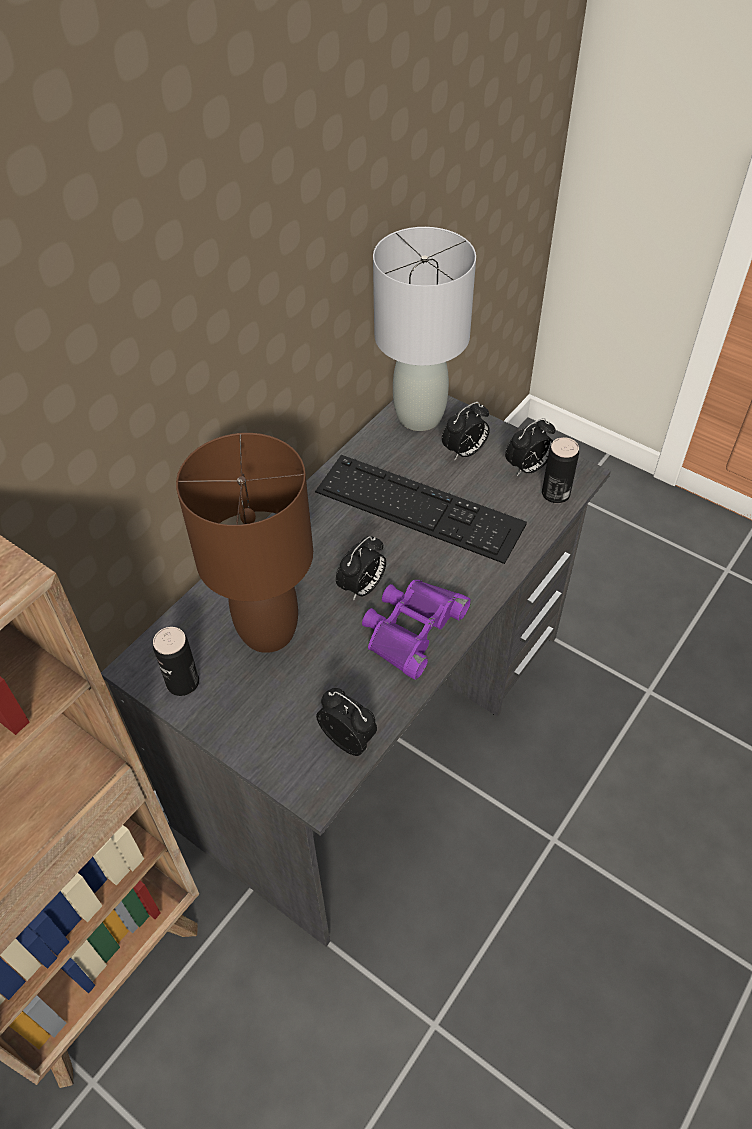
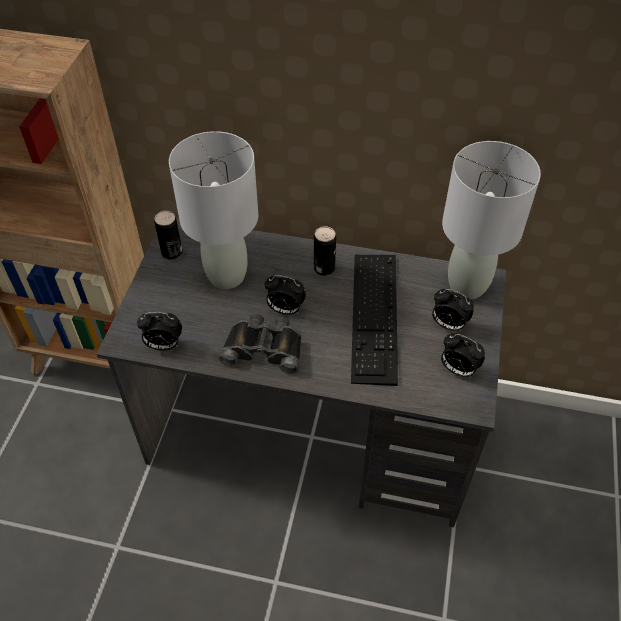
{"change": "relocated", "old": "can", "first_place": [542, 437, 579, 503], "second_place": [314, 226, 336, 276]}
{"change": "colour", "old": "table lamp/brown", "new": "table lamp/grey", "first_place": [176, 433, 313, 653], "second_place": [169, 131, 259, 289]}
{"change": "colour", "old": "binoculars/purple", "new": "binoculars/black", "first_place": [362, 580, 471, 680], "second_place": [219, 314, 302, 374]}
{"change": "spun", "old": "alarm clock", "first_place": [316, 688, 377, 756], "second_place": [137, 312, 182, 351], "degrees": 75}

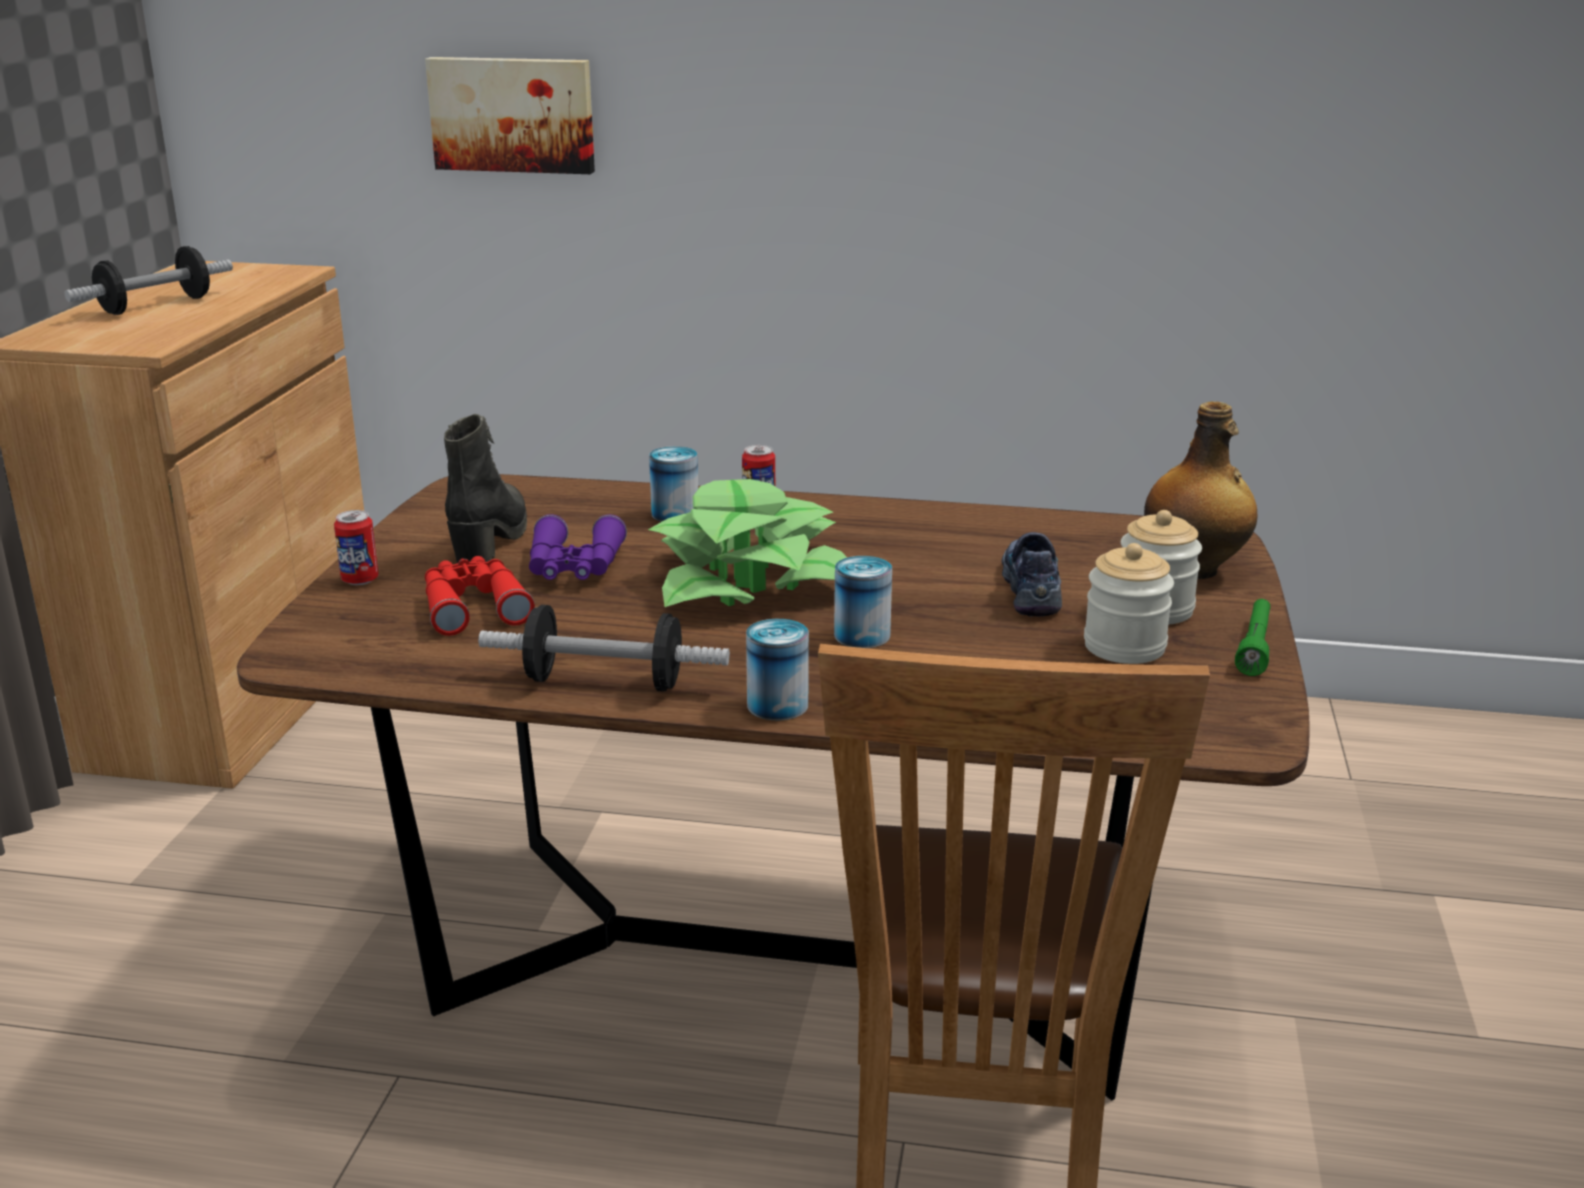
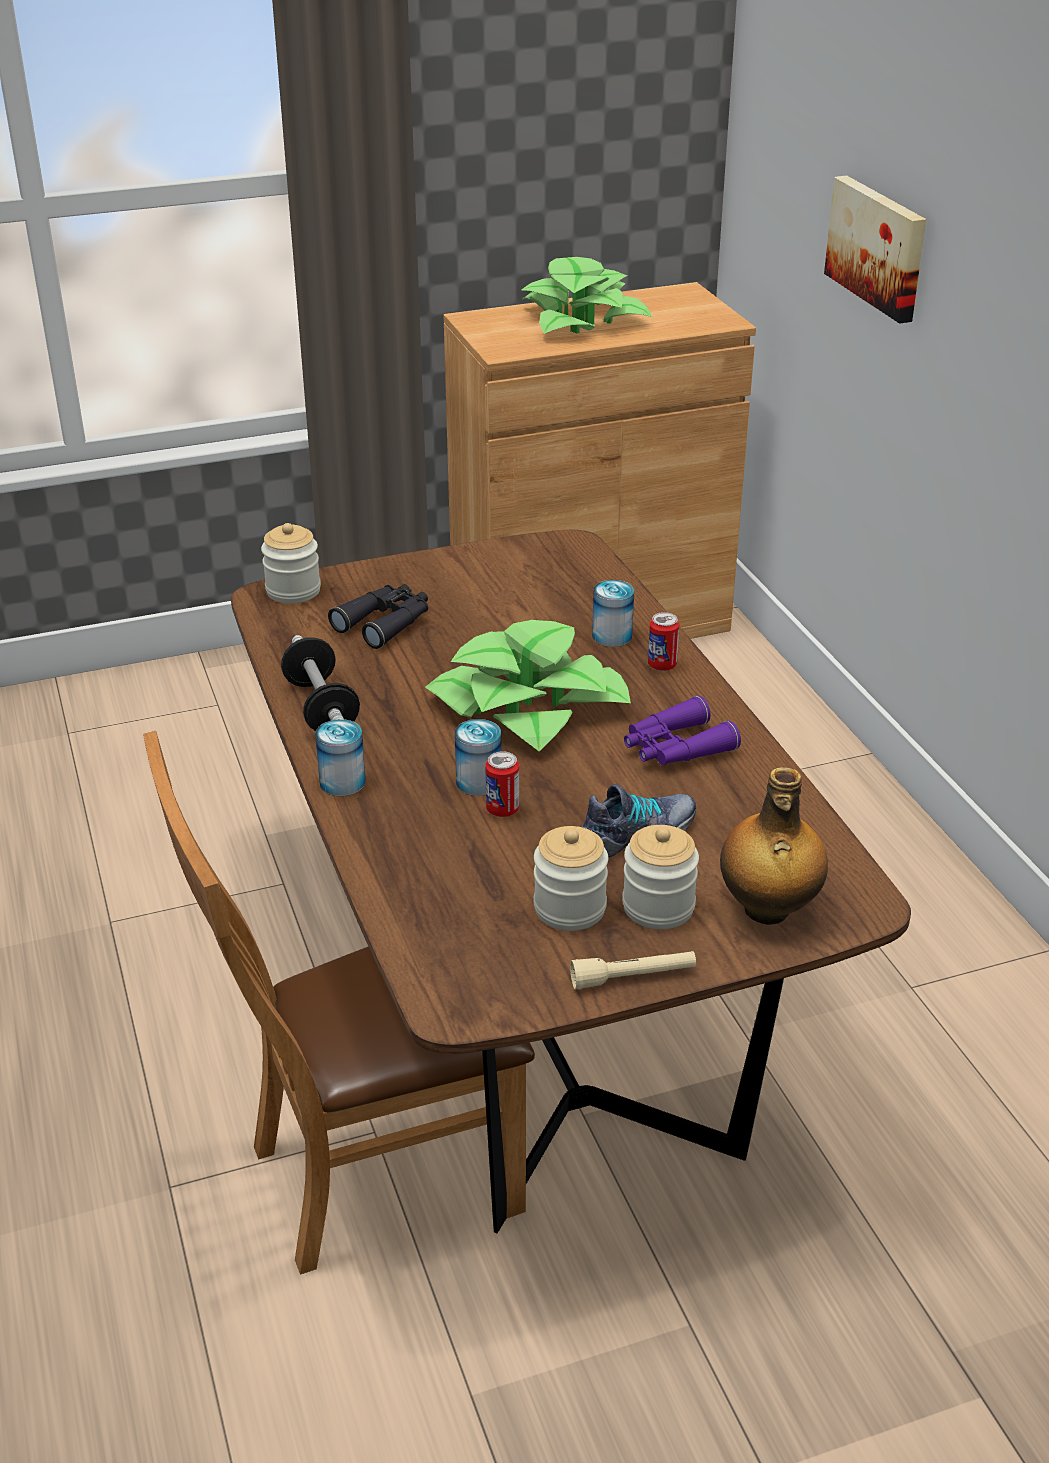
{"change": "missing", "old": "boot/black", "first_place": [444, 414, 527, 563]}
{"change": "appeared", "new": "jar", "second_place": [261, 523, 321, 603]}
{"change": "relocated", "old": "can", "first_place": [334, 510, 379, 585], "second_place": [485, 751, 519, 817]}
{"change": "relocated", "old": "binoculars/purple", "first_place": [529, 514, 627, 580], "second_place": [624, 696, 741, 765]}
{"change": "exchanged", "old": "dumbbell", "new": "potted plant", "first_place": [65, 246, 233, 315], "second_place": [521, 257, 652, 334]}
{"change": "colour", "old": "binoculars/red", "new": "binoculars/black", "first_place": [425, 556, 535, 636], "second_place": [328, 584, 428, 649]}
{"change": "colour", "old": "flashlight/green", "new": "flashlight/beige", "first_place": [1235, 599, 1270, 676], "second_place": [570, 951, 696, 990]}

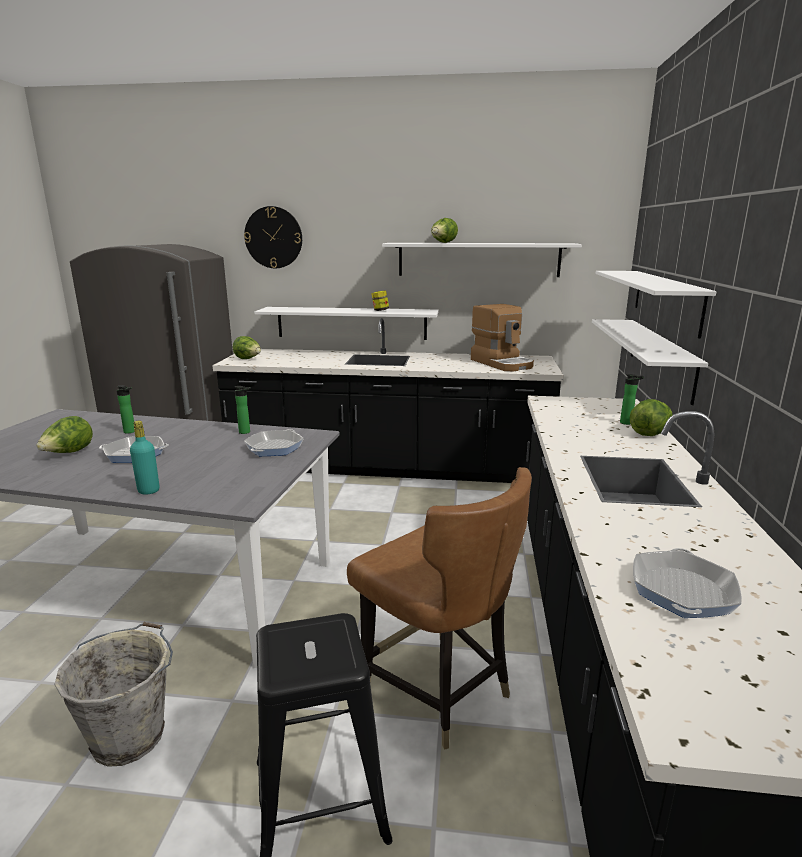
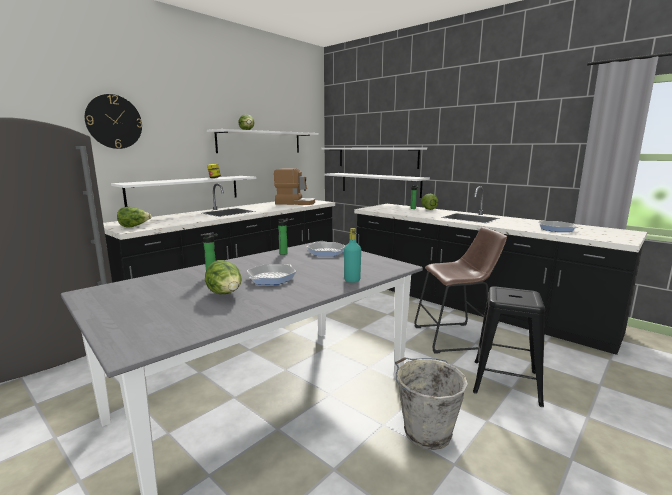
{"change": "exchanged", "old": "chair/brown", "new": "stool/brown", "first_place": [347, 467, 532, 750], "second_place": [414, 227, 507, 354]}

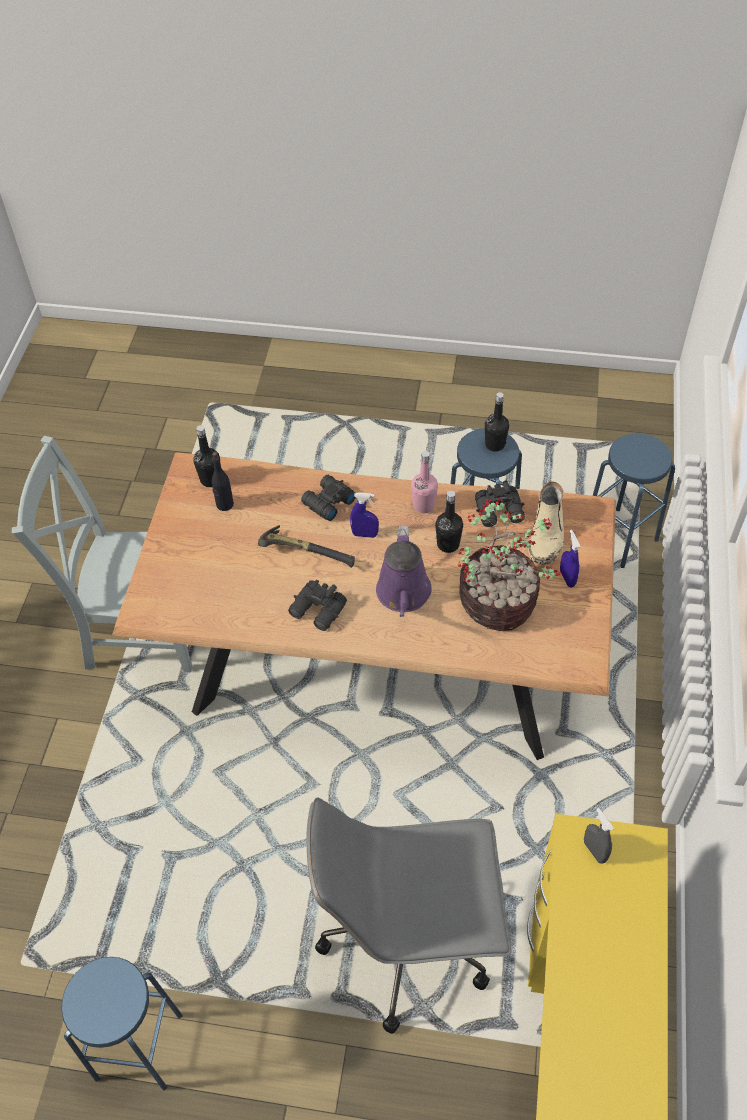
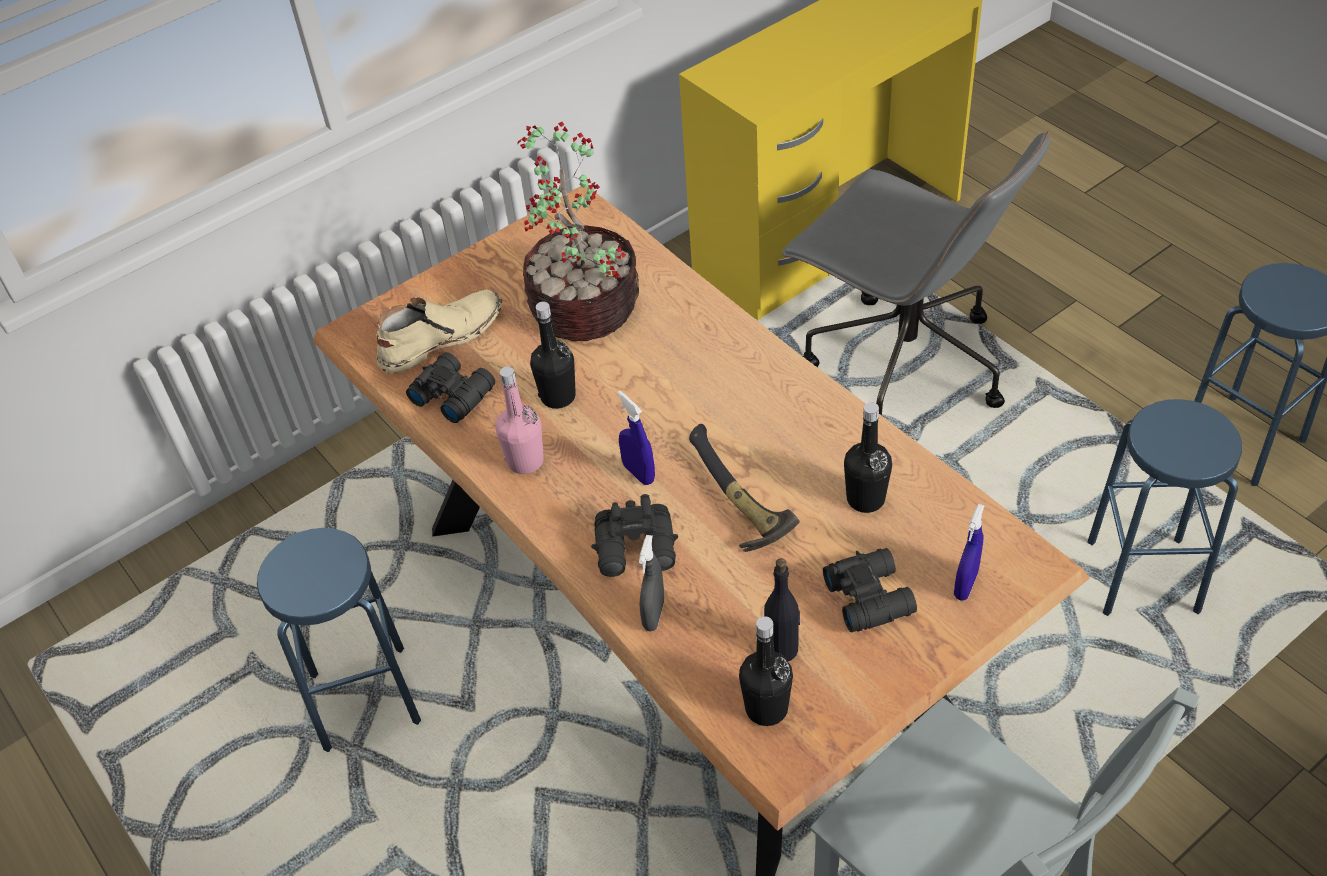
{"change": "missing", "old": "watering can/purple", "first_place": [376, 526, 432, 617]}
{"change": "relocated", "old": "binoculars/black", "first_place": [288, 580, 347, 631], "second_place": [823, 548, 917, 632]}
{"change": "relocated", "old": "bottle/black", "first_place": [485, 392, 509, 451], "second_place": [844, 402, 892, 513]}
{"change": "relocated", "old": "spray bottle/blue", "first_place": [560, 530, 580, 587], "second_place": [954, 504, 984, 600]}
{"change": "relocated", "old": "spray bottle/grey", "first_place": [584, 808, 614, 864], "second_place": [639, 535, 664, 631]}
{"change": "relocated", "old": "stool/blue", "first_place": [593, 433, 675, 568], "second_place": [1087, 399, 1242, 616]}

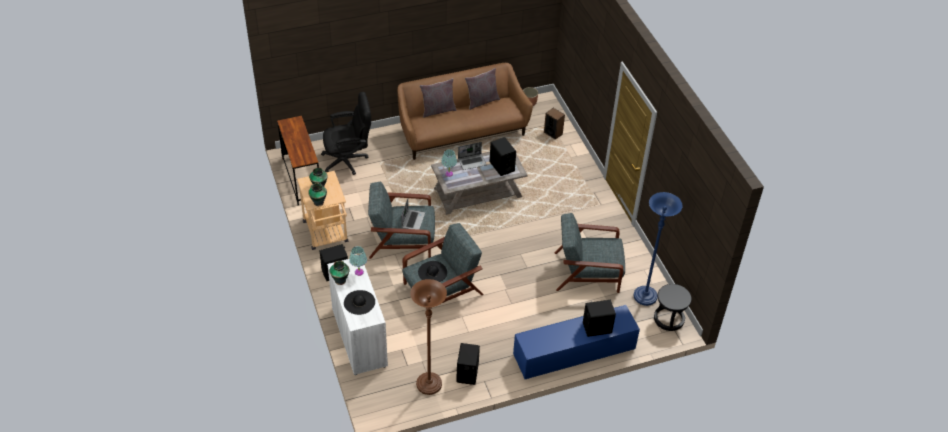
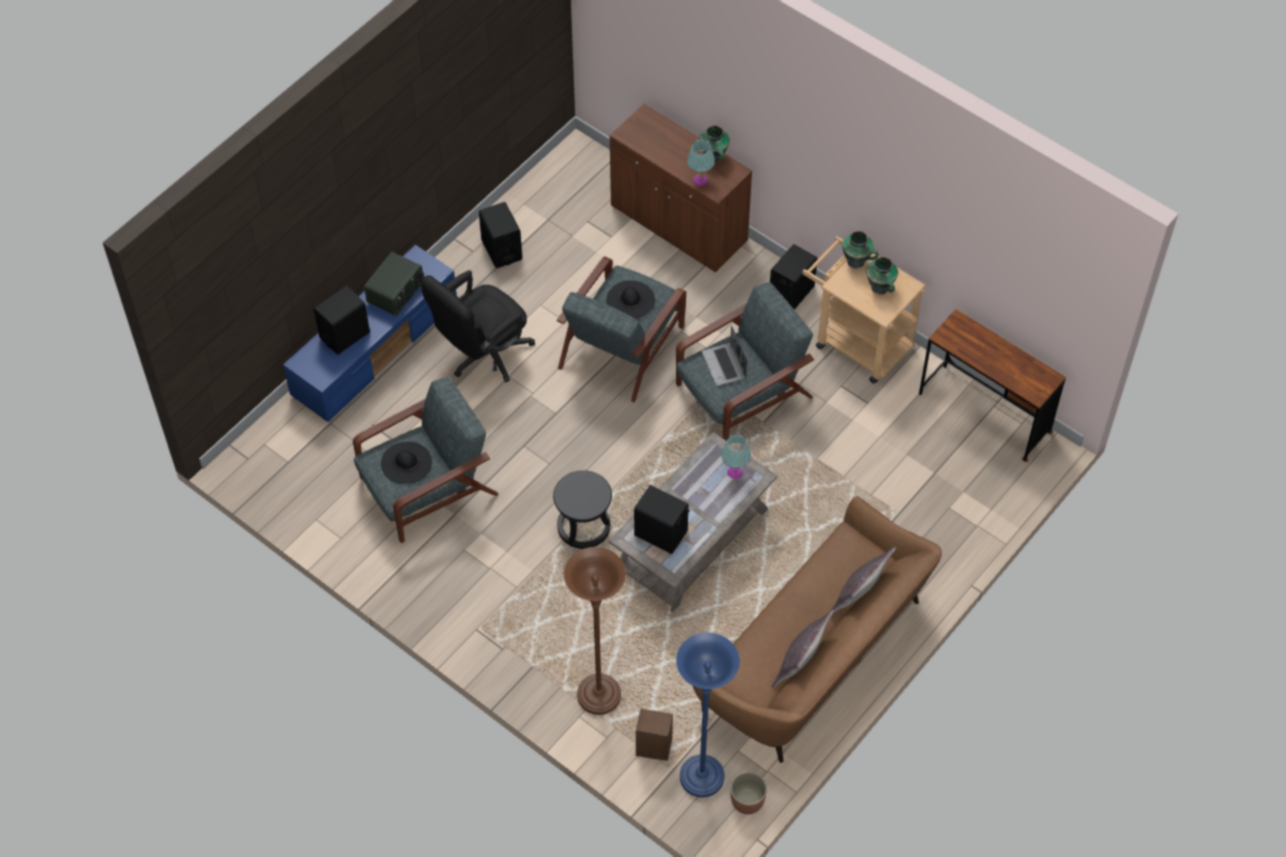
{"change": "missing", "old": "laptop", "first_place": [458, 142, 486, 170]}
{"change": "appeared", "new": "radio", "second_place": [364, 252, 424, 316]}
{"change": "relocated", "old": "office chair/black", "first_place": [321, 92, 371, 175], "second_place": [421, 270, 535, 383]}
{"change": "relocated", "old": "hat/black", "first_place": [344, 290, 375, 315], "second_place": [381, 442, 432, 484]}
{"change": "relocated", "old": "floor lamp/brown", "first_place": [410, 279, 447, 395], "second_place": [564, 547, 626, 715]}
{"change": "relocated", "old": "floor lamp/blue", "first_place": [634, 192, 683, 306], "second_place": [676, 633, 740, 797]}
{"change": "relocated", "old": "stool/black", "first_place": [654, 284, 692, 331], "second_place": [553, 470, 612, 549]}
{"change": "colour", "old": "cabinet/white", "new": "cabinet/brown", "first_place": [327, 259, 388, 375], "second_place": [610, 104, 752, 272]}

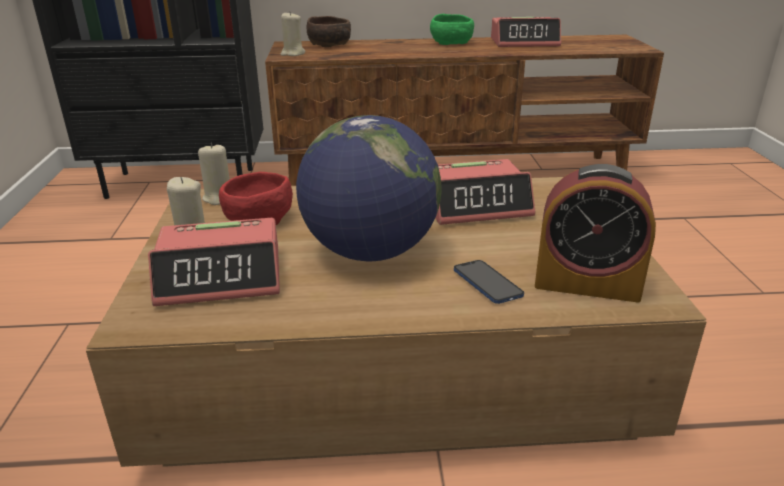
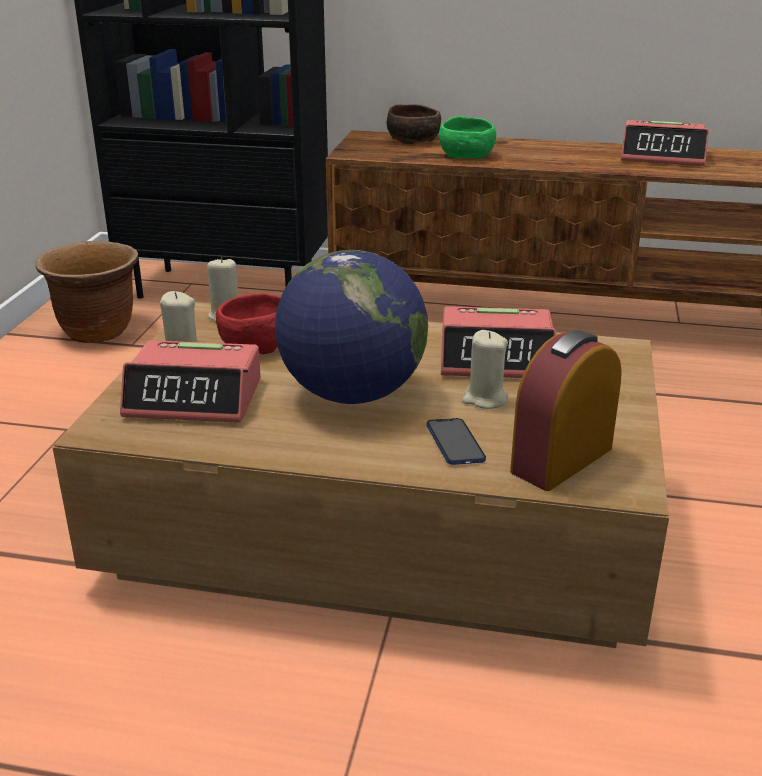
{"change": "appeared", "new": "planter/brown", "second_place": [35, 241, 138, 343]}
{"change": "relocated", "old": "candle/beige", "first_place": [280, 11, 305, 56], "second_place": [462, 330, 508, 409]}
{"change": "relocated", "old": "bowl/green", "first_place": [430, 14, 474, 45], "second_place": [439, 116, 496, 159]}
{"change": "spun", "old": "alarm clock", "first_place": [535, 164, 656, 302], "second_place": [510, 330, 622, 491], "degrees": 105}

